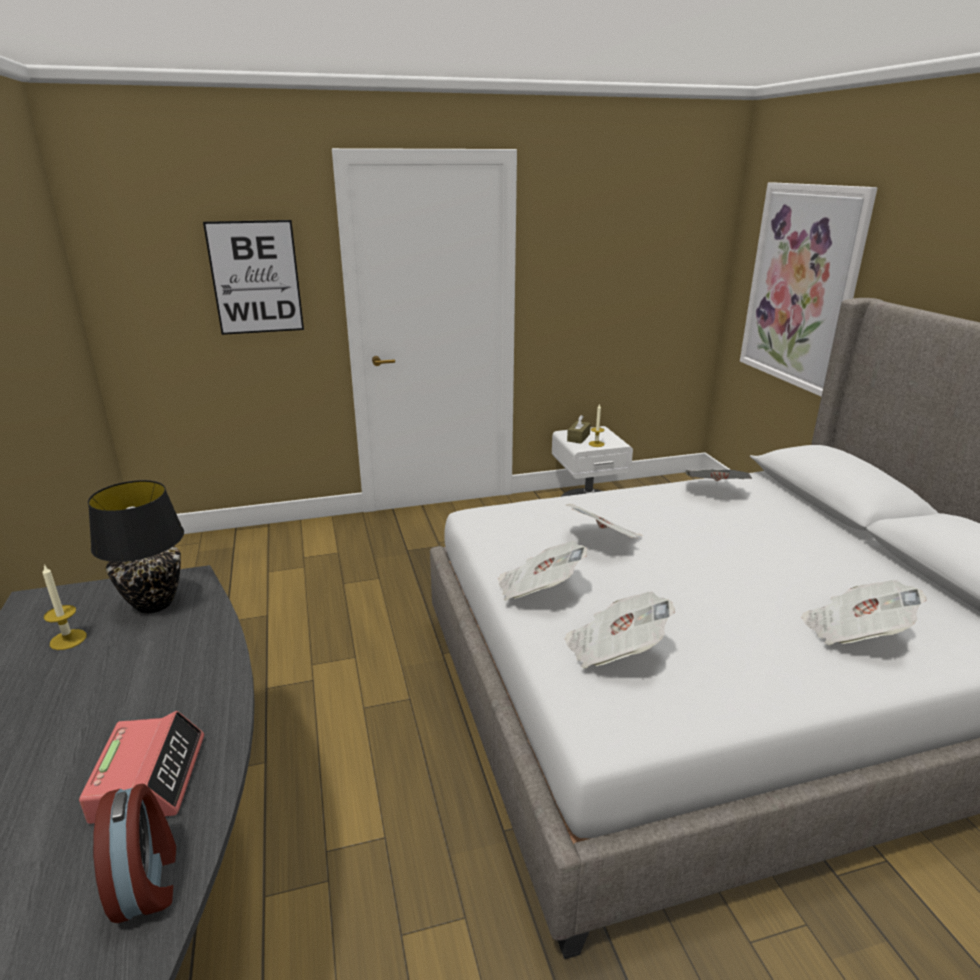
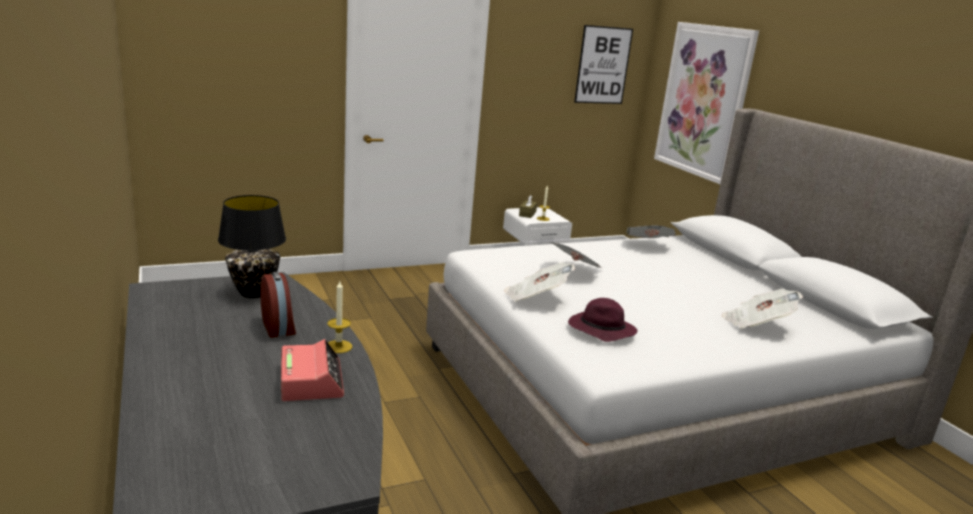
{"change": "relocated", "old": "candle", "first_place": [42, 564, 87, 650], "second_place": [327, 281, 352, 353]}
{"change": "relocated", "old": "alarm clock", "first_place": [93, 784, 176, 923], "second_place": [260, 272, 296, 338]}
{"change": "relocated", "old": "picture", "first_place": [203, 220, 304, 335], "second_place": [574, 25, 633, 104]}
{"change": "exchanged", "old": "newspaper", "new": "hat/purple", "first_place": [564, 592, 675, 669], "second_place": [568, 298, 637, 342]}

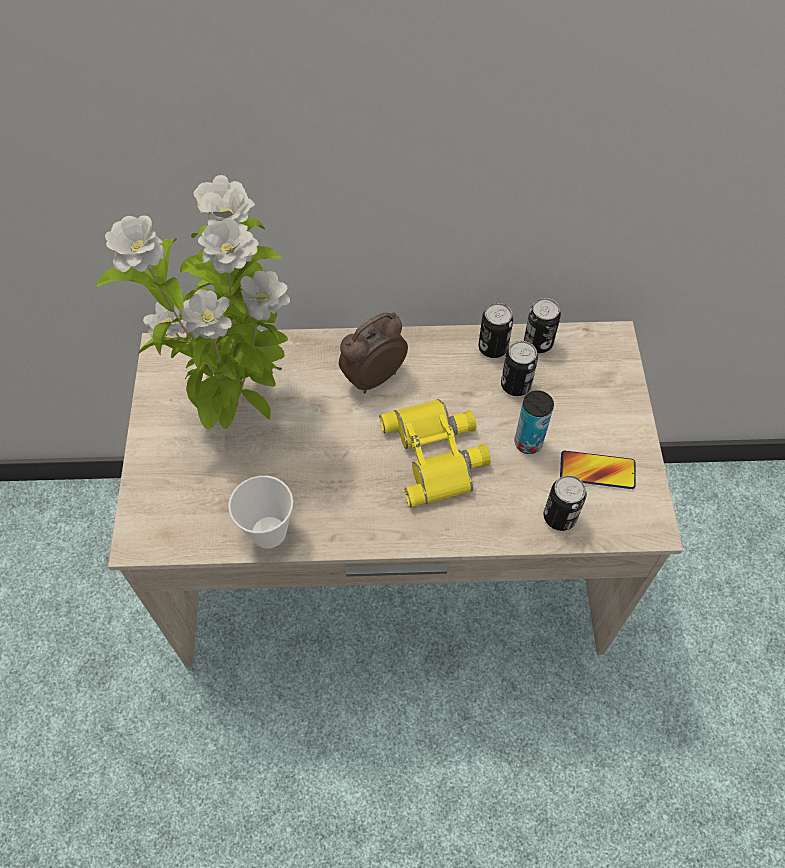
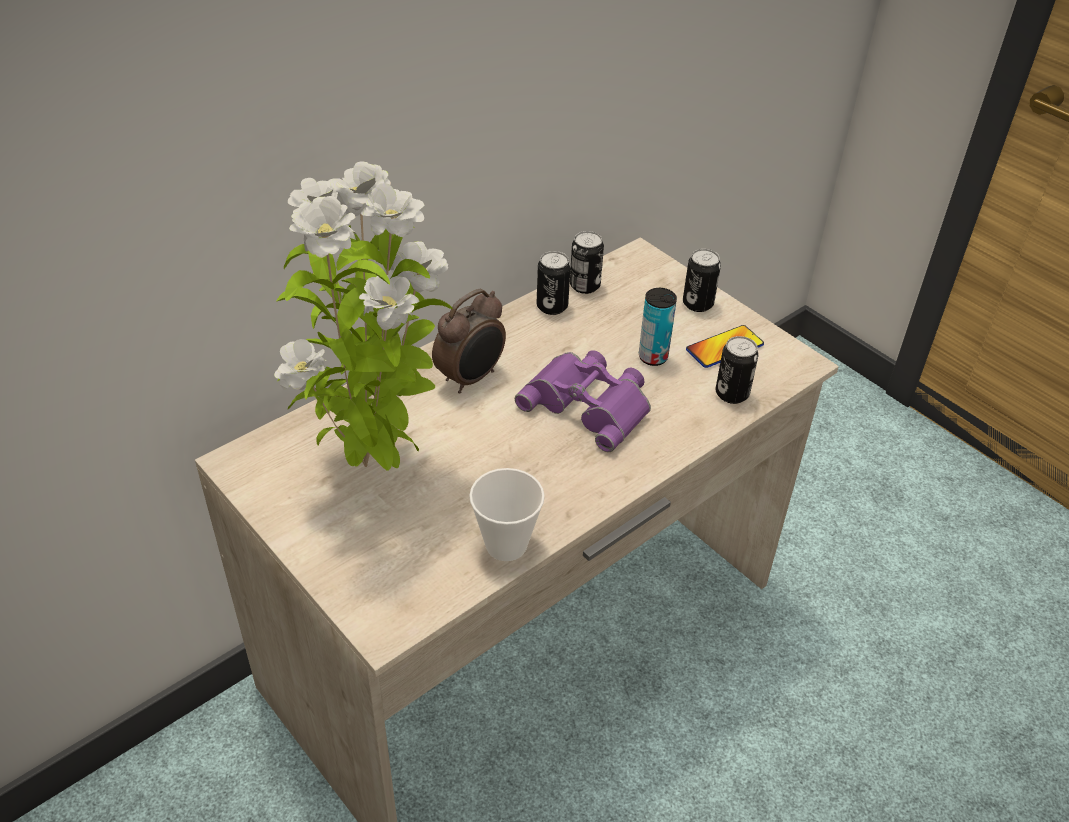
{"change": "relocated", "old": "can", "first_place": [501, 341, 538, 396], "second_place": [683, 249, 721, 312]}
{"change": "colour", "old": "binoculars/yellow", "new": "binoculars/purple", "first_place": [379, 399, 491, 507], "second_place": [515, 350, 651, 452]}
{"change": "spun", "old": "alarm clock", "first_place": [339, 312, 408, 393], "second_place": [432, 289, 506, 394], "degrees": -150}

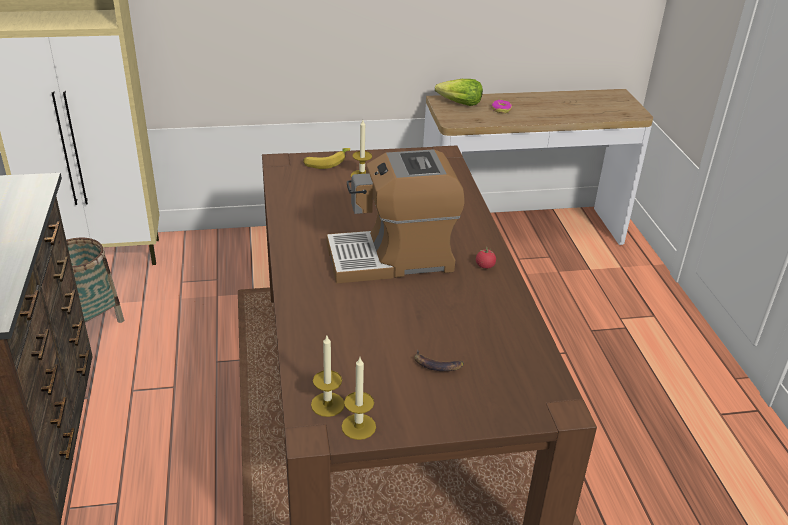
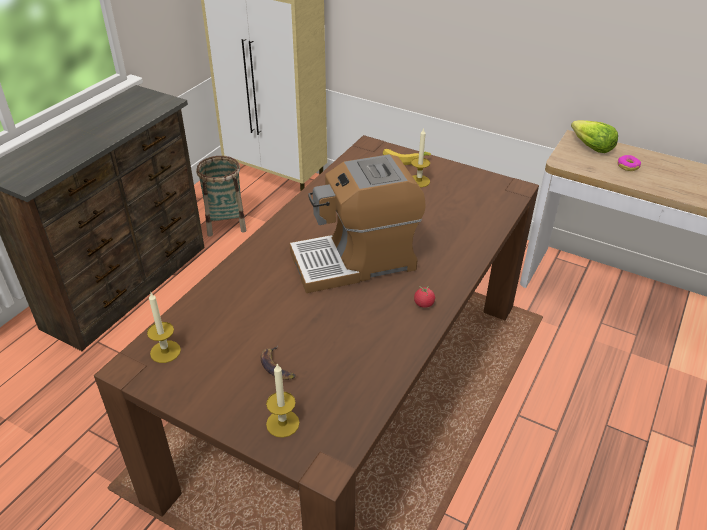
{"change": "relocated", "old": "candle", "first_place": [341, 357, 376, 440], "second_place": [266, 364, 300, 438]}
{"change": "spun", "old": "coffee machine", "first_place": [327, 149, 465, 283], "second_place": [289, 154, 426, 293], "degrees": -45}

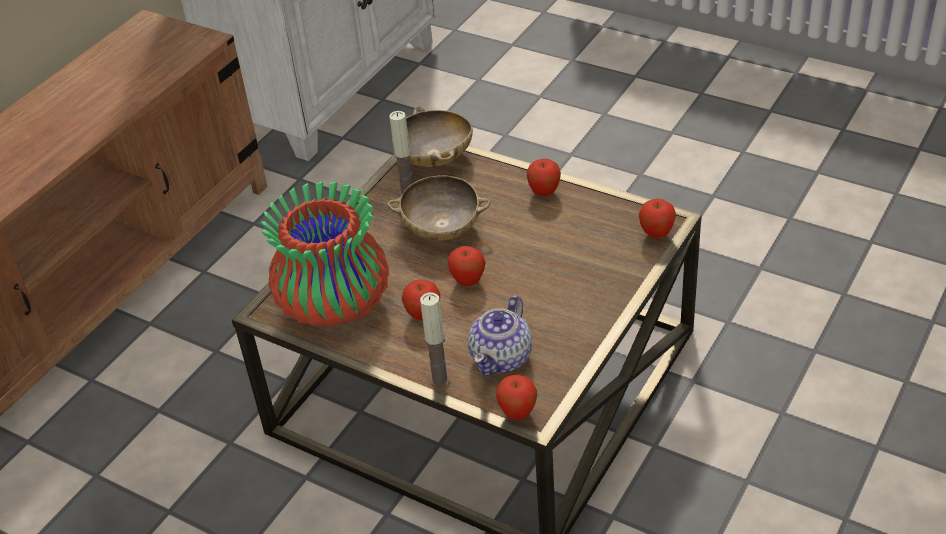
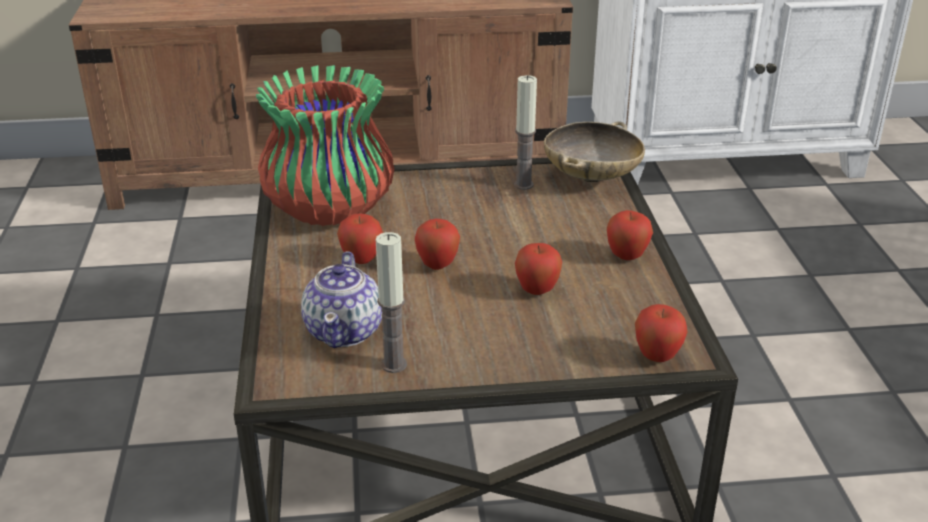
{"change": "missing", "old": "bowl/beige", "first_place": [387, 176, 491, 241]}
{"change": "relocated", "old": "candle", "first_place": [420, 292, 450, 388], "second_place": [376, 232, 407, 373]}
{"change": "relocated", "old": "apple", "first_place": [496, 375, 537, 420], "second_place": [515, 243, 562, 295]}
{"change": "spun", "old": "teapot", "first_place": [468, 295, 532, 376], "second_place": [301, 251, 382, 348], "degrees": -75}

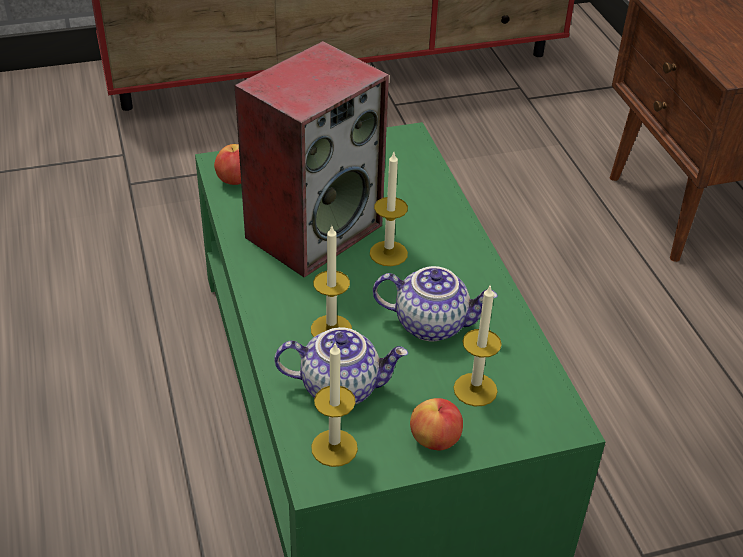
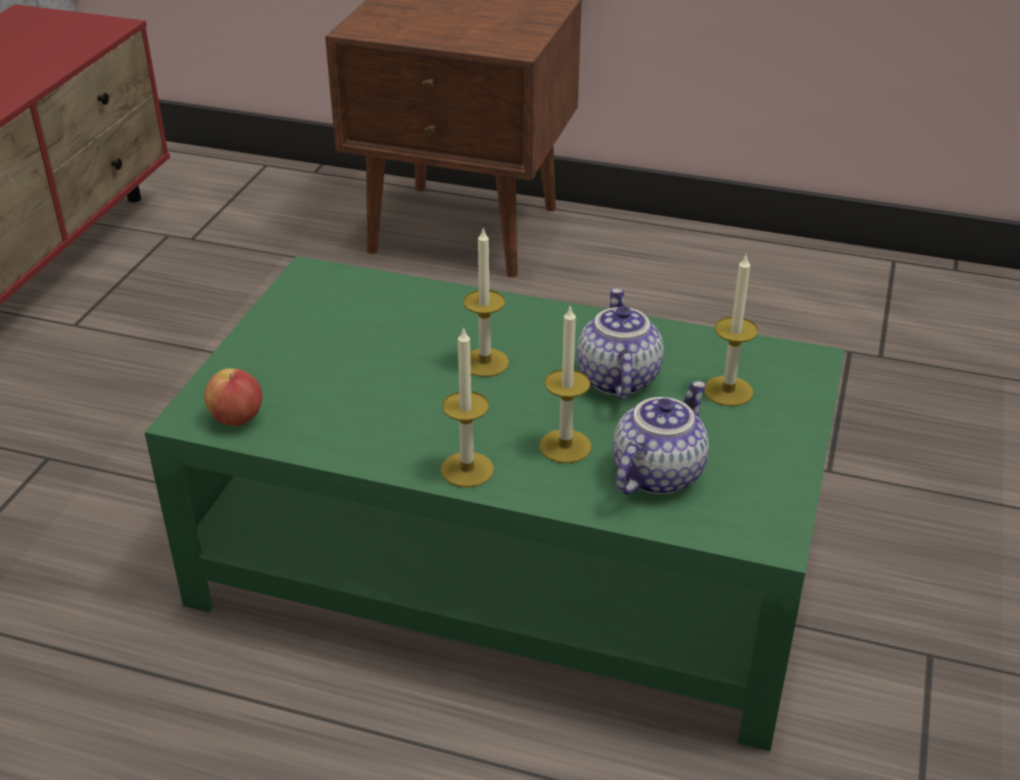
{"change": "missing", "old": "speaker", "first_place": [235, 41, 389, 278]}
{"change": "missing", "old": "apple", "first_place": [410, 398, 463, 451]}
{"change": "relocated", "old": "candle", "first_place": [311, 343, 358, 467], "second_place": [441, 326, 494, 487]}
{"change": "spun", "old": "teapot", "first_place": [373, 266, 498, 341], "second_place": [577, 288, 664, 400], "degrees": -45}

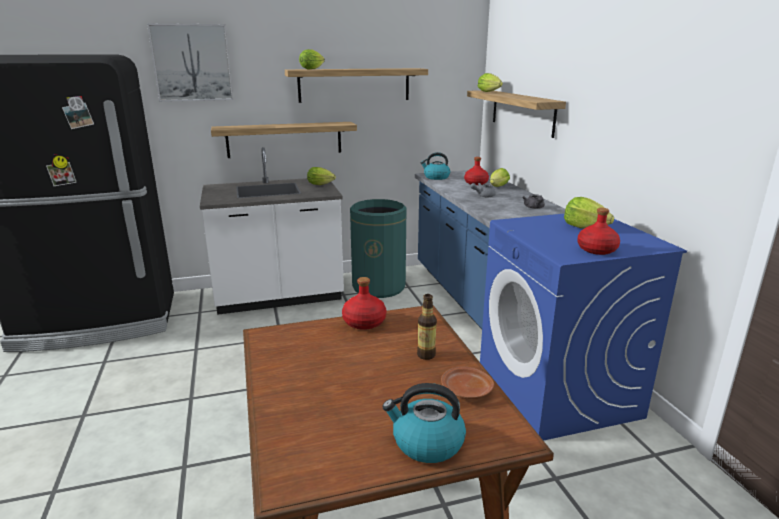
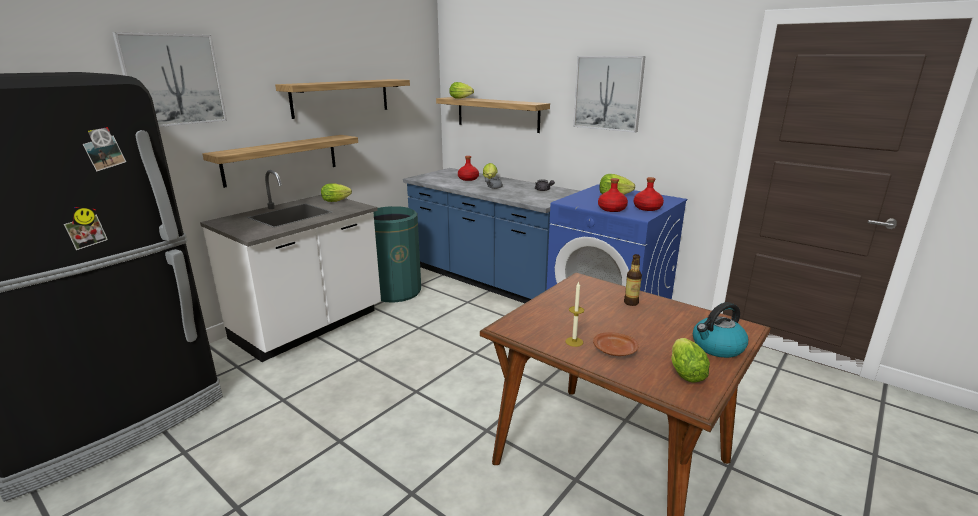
{"change": "missing", "old": "kettle", "first_place": [420, 152, 450, 180]}
{"change": "appeared", "new": "candle", "second_place": [565, 281, 584, 347]}
{"change": "appeared", "new": "picture", "second_place": [573, 56, 646, 133]}
{"change": "relocated", "old": "lettuce", "first_place": [299, 49, 325, 70], "second_place": [671, 338, 710, 383]}
{"change": "relocated", "old": "bottle/red", "first_place": [342, 277, 386, 330], "second_place": [598, 178, 628, 212]}
{"change": "relocated", "old": "plate/brown", "first_place": [441, 366, 494, 399], "second_place": [593, 332, 638, 356]}

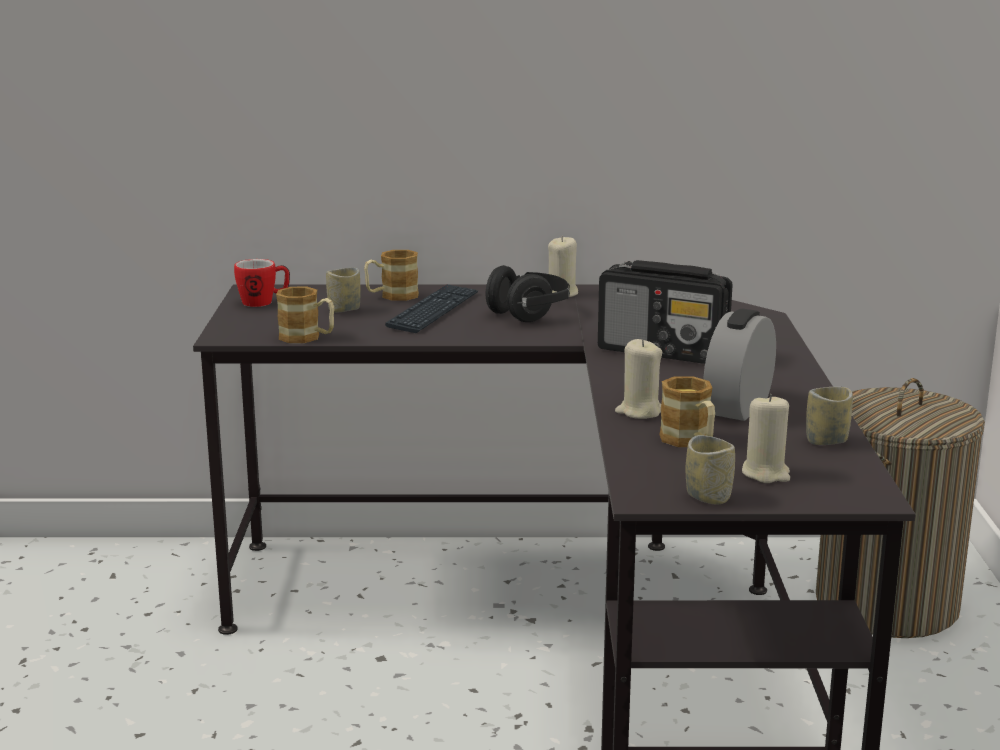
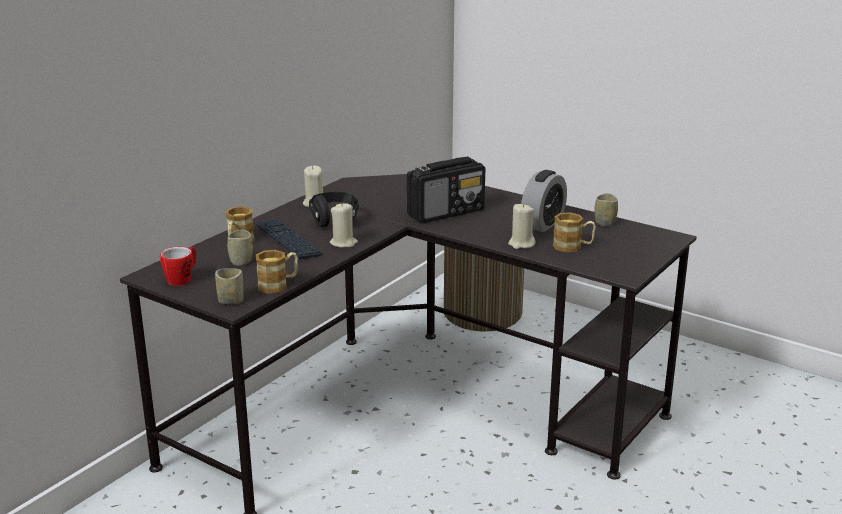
{"change": "relocated", "old": "cup", "first_place": [686, 435, 735, 505], "second_place": [215, 268, 244, 304]}
{"change": "relocated", "old": "candle/beige", "first_place": [742, 394, 790, 483], "second_place": [330, 203, 358, 247]}
{"change": "spun", "old": "alarm clock", "first_place": [703, 308, 776, 421], "second_place": [521, 170, 567, 232], "degrees": -120}

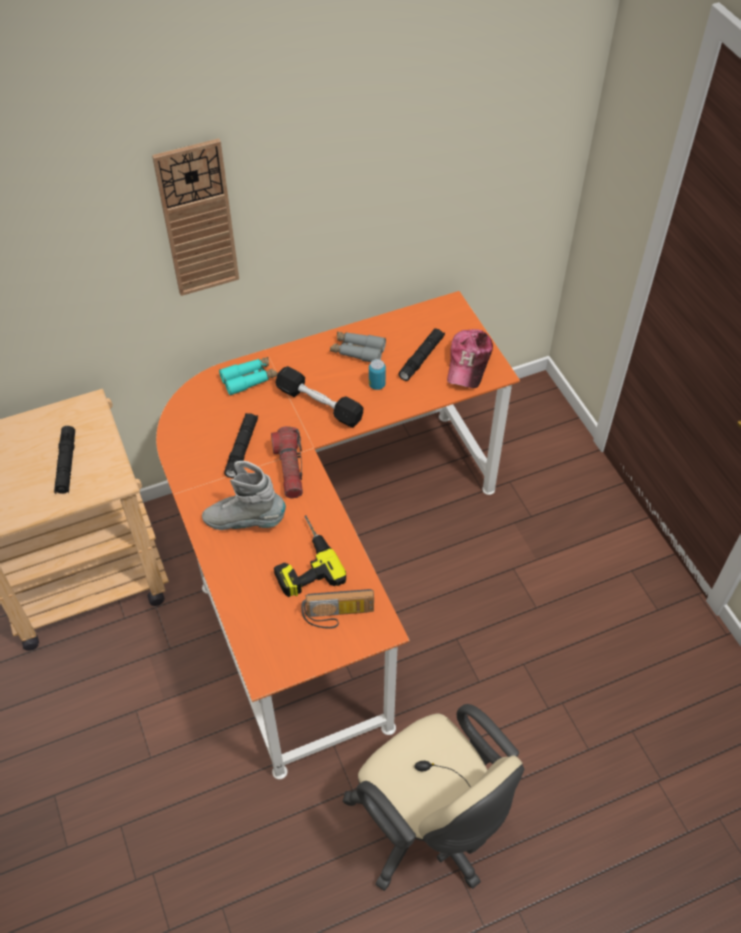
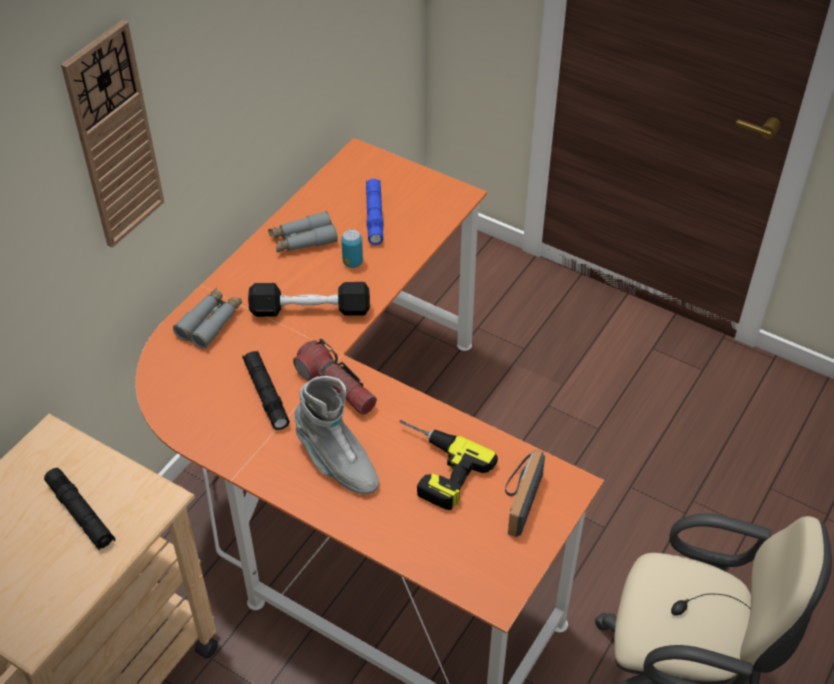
{"change": "missing", "old": "cap", "first_place": [447, 329, 493, 388]}
{"change": "colour", "old": "binoculars/turquoise", "new": "binoculars/grey", "first_place": [219, 357, 277, 395], "second_place": [173, 288, 242, 349]}
{"change": "colour", "old": "flashlight/black", "new": "flashlight/blue", "first_place": [398, 328, 445, 381], "second_place": [366, 179, 384, 245]}
{"change": "spun", "old": "boot/grey", "first_place": [202, 461, 286, 530], "second_place": [294, 376, 379, 494], "degrees": -105}
{"change": "spun", "old": "radio", "first_place": [301, 589, 374, 629], "second_place": [505, 450, 545, 537], "degrees": 150}

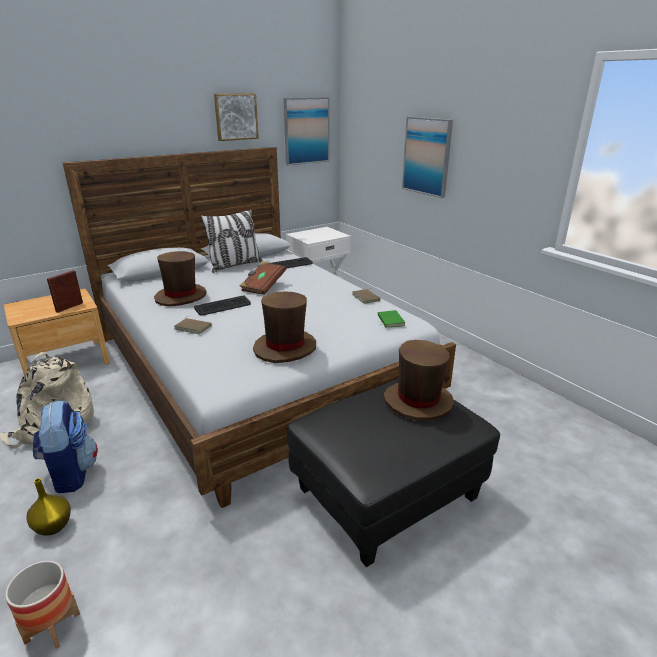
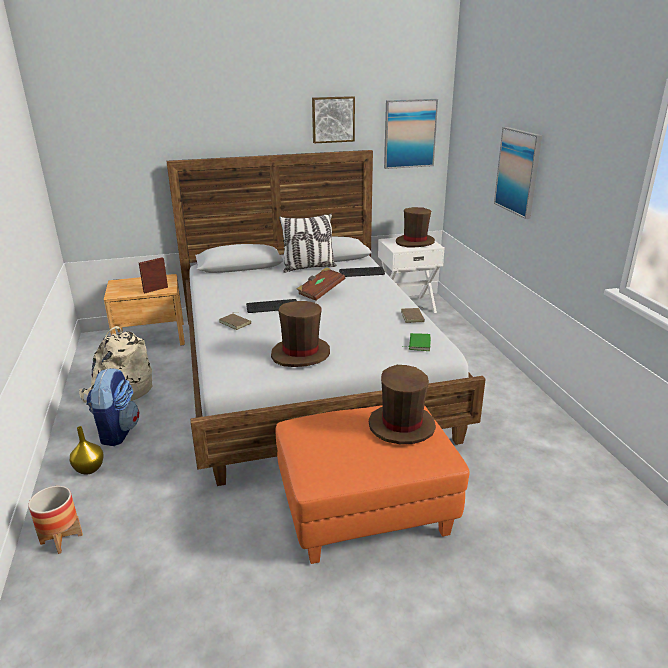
{"change": "relocated", "old": "hat/brown", "first_place": [154, 251, 207, 307], "second_place": [396, 207, 435, 247]}
{"change": "colour", "old": "ottoman/black", "new": "ottoman/orange", "first_place": [288, 378, 500, 567], "second_place": [276, 405, 470, 564]}

